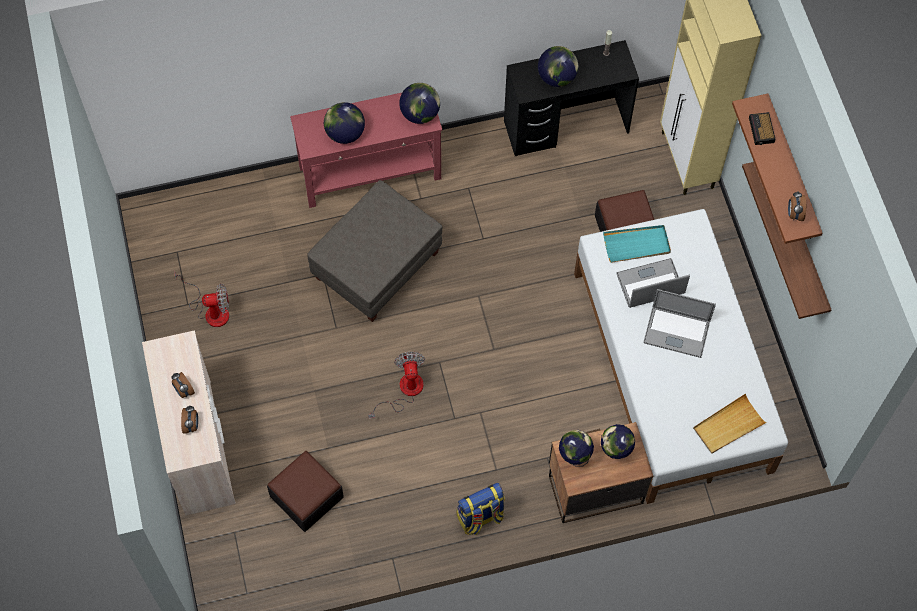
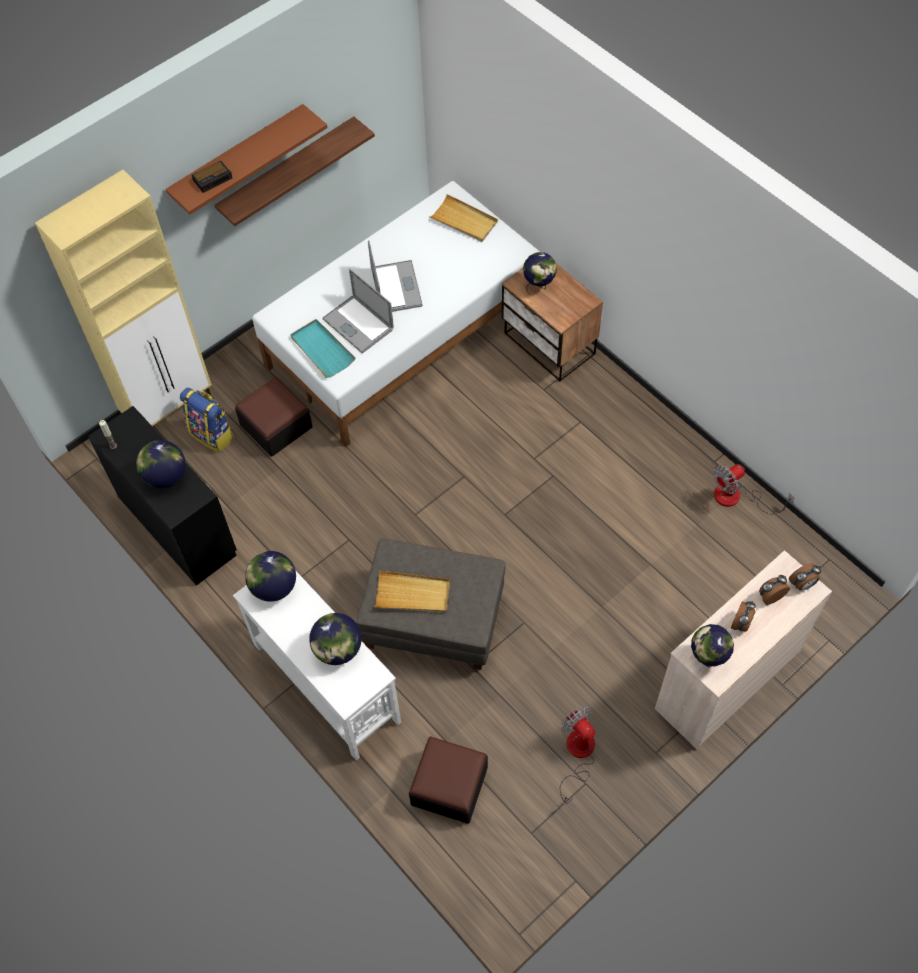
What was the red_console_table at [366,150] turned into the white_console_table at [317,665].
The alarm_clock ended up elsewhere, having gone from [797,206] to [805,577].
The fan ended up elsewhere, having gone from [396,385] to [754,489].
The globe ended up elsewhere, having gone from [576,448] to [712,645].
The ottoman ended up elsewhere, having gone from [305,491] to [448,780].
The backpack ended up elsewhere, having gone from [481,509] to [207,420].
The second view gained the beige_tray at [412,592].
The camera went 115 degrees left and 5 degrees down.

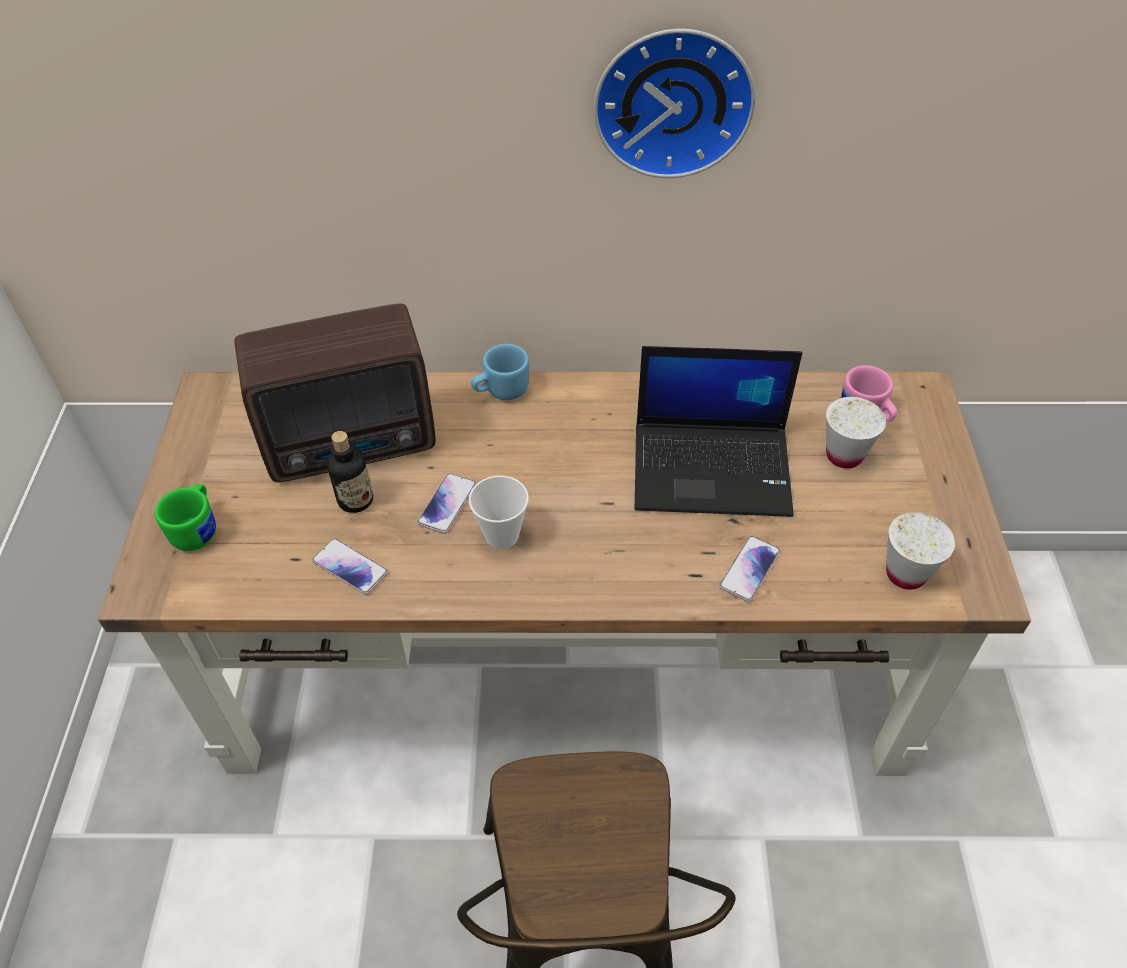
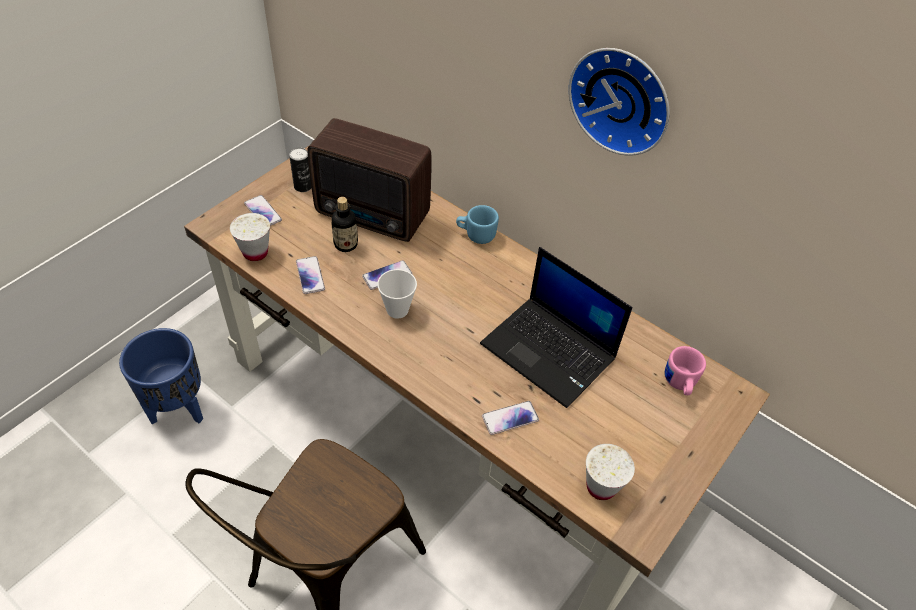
The white_cup ended up elsewhere, having gone from [856,432] to [250,237].
Where the green_mug stood at [185,517], the phone came to stand at [263,210].
The second view gained the can at [300,169].
The second view gained the blue_planter at [161,376].
The camera went 35 degrees right and 0 degrees up.

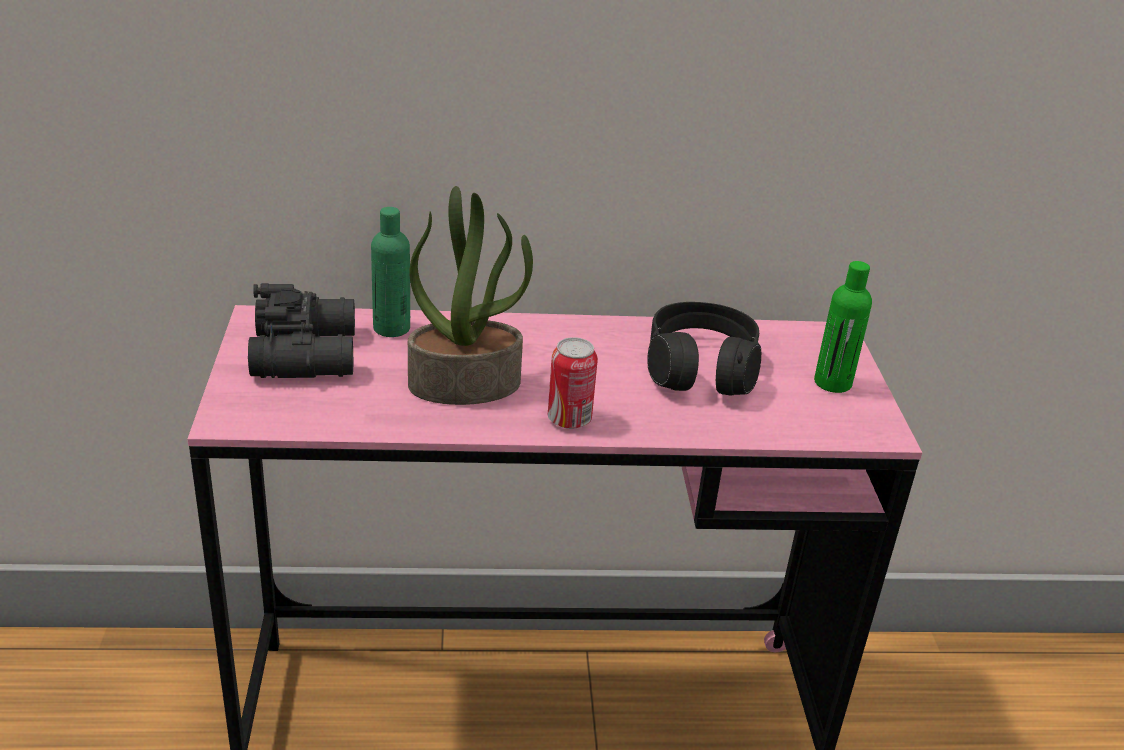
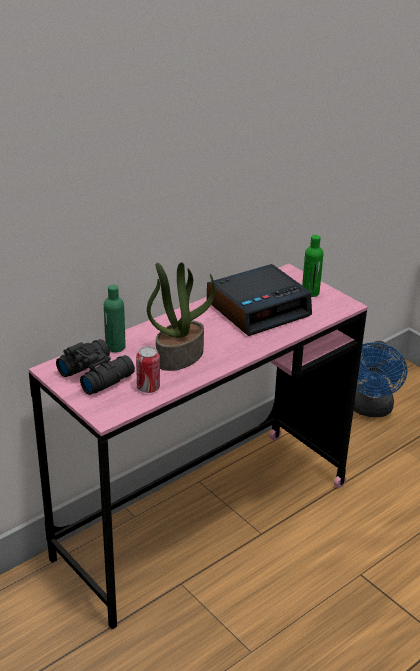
Where the black_headphones stood at [704,348], the alarm_clock came to stand at [259,300].
The can ended up elsewhere, having gone from [573,383] to [148,369].
The second view gained the blue_fan at [380,379].
The camera went 35 degrees left and 0 degrees up.

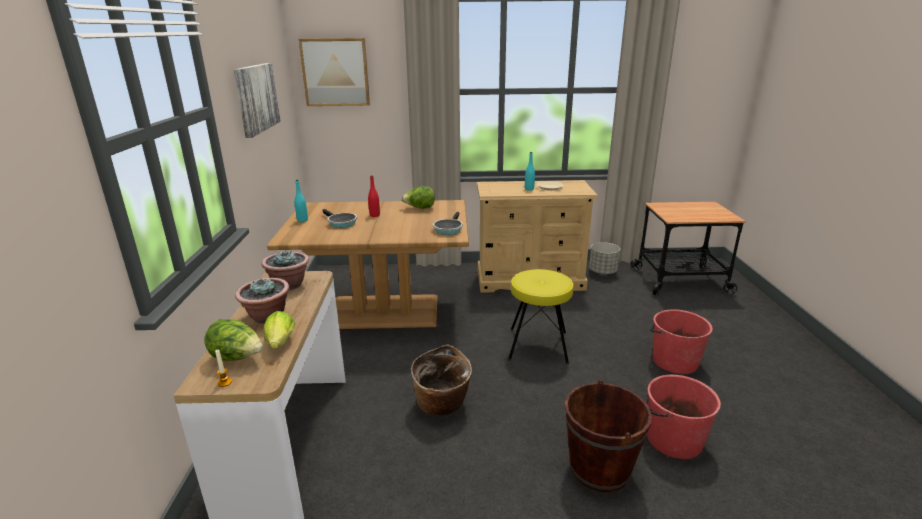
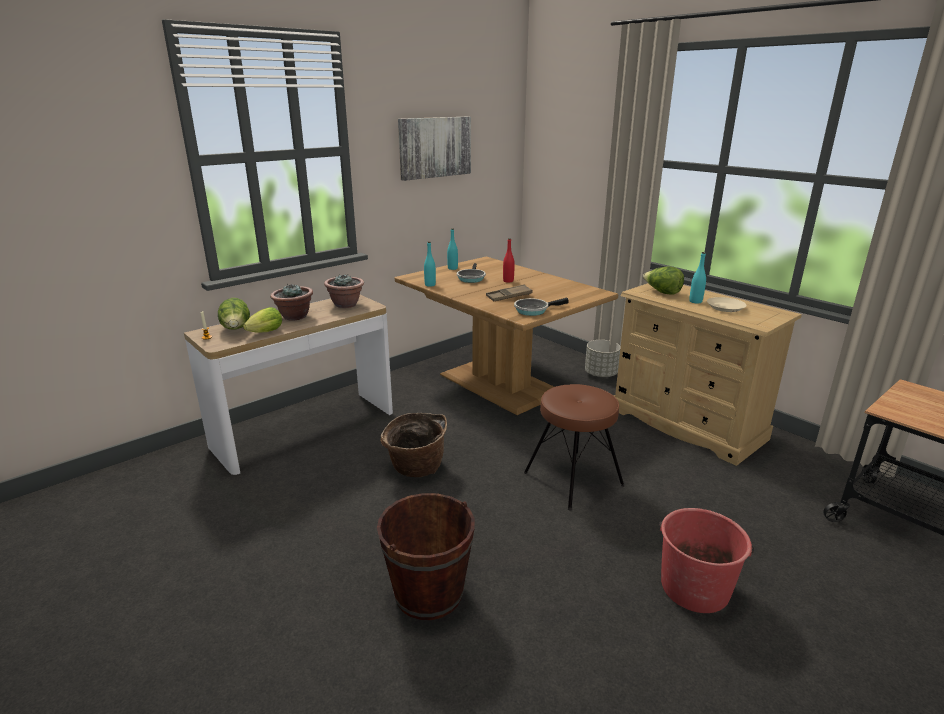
The second view lost the picture at [334,72].
The lettuce ended up elsewhere, having gone from [418,197] to [663,281].
The grey_planter ended up elsewhere, having gone from [604,258] to [603,359].
What was the yellow_stool at [540,317] turned into the brown_stool at [574,447].
The second view lost the red_bucket at [682,417].
The second view gained the turquoise_bottle at [430,264].
The second view gained the brown_tray at [509,292].
The camera went 50 degrees right and 0 degrees up.

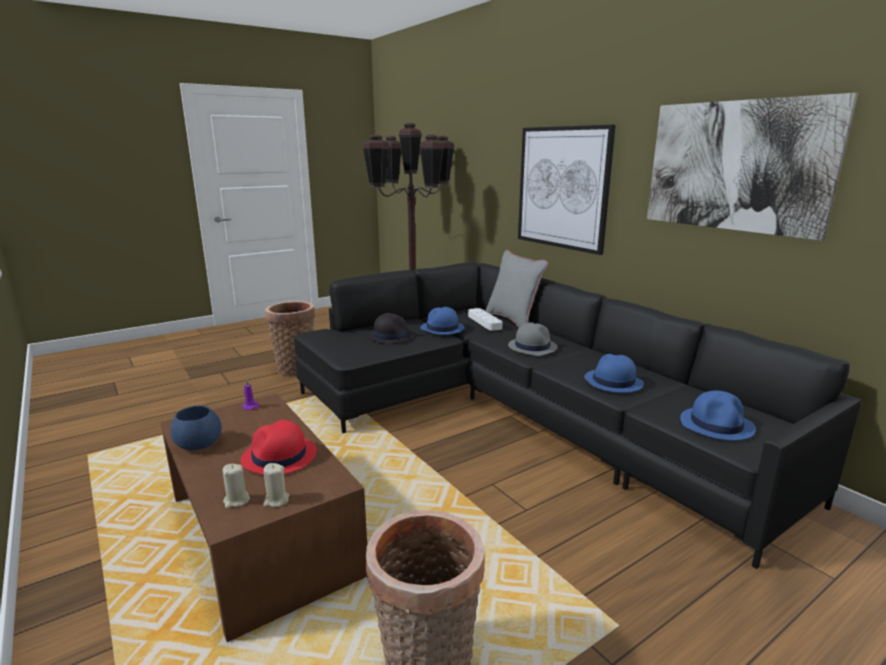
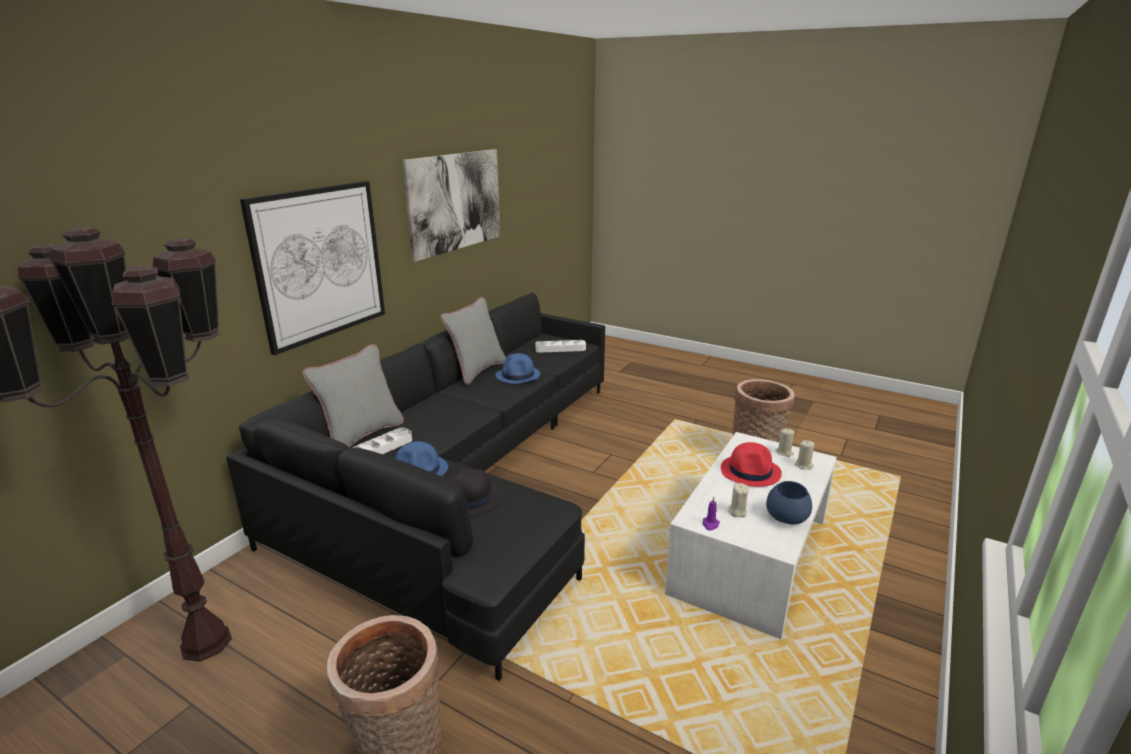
The second view lost the grey_hat at [533,339].
Where the blue_hat stood at [718,415], the white_tray came to stand at [561,346].
What was the brown_coffee_table at [264,518] turned into the white_coffee_table at [751,535].
The second view gained the grey_pillow at [473,341].
The second view gained the beige_candle at [738,500].
The camera went 115 degrees left and 5 degrees up.

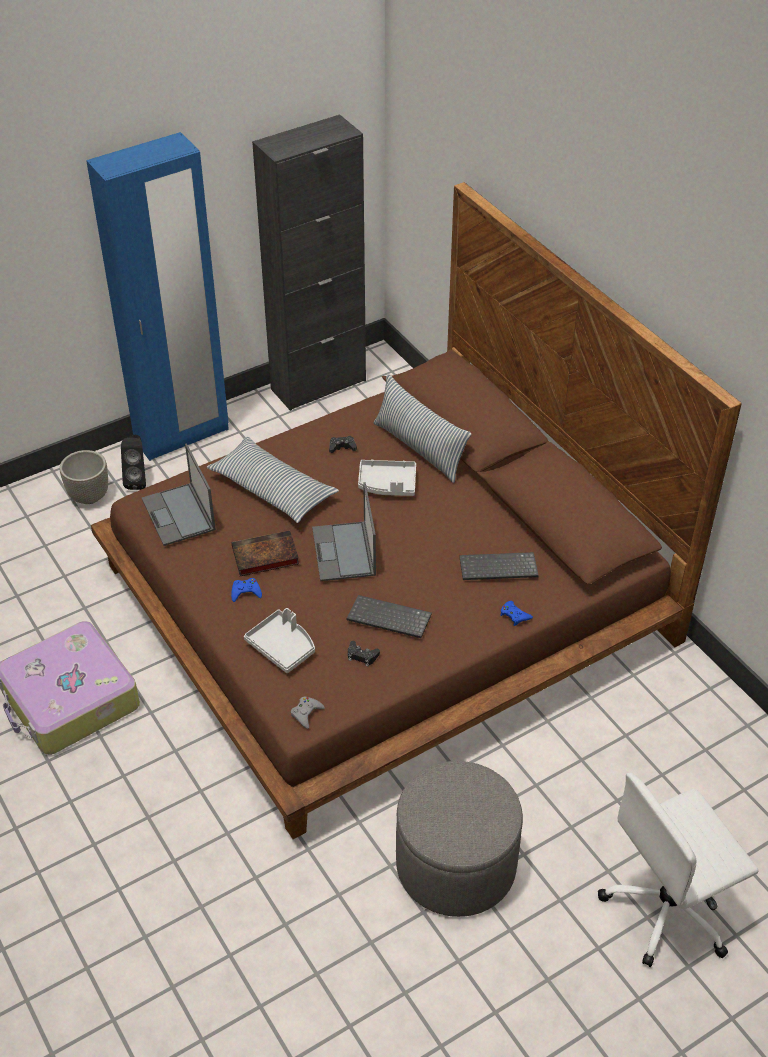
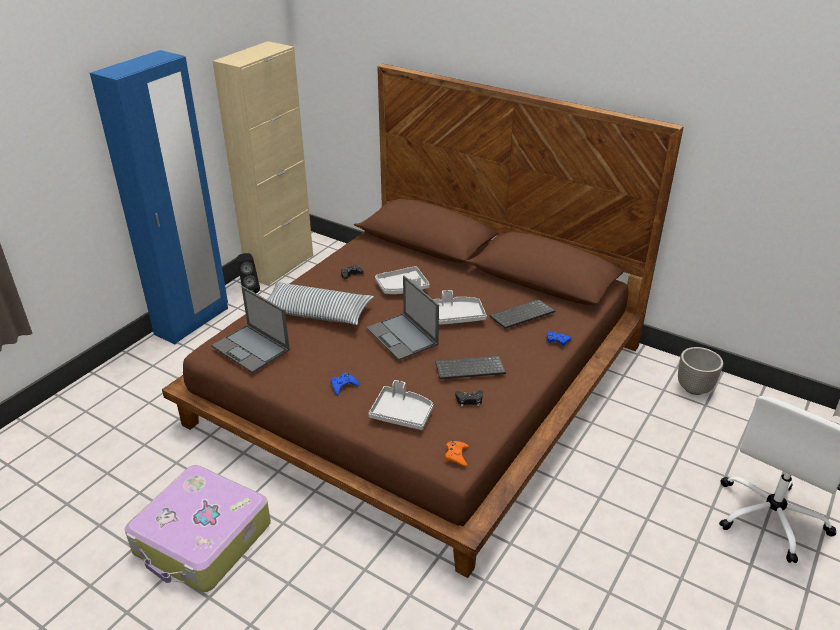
What was the black_cabinet at [309,262] turned into the beige_cabinet at [263,163].
The second view lost the pillow at [422,428].
The black_speaker ended up elsewhere, having gone from [133,462] to [248,273].
The planter ended up elsewhere, having gone from [84,477] to [700,371].
The second view lost the book at [265,553].
What was the grey_game_controller at [308,713] turned into the orange_game_controller at [457,453].
The second view lost the grey_ottoman at [459,839].
The second view gained the grey_tray at [460,307].
The camera went 25 degrees left and 10 degrees down.

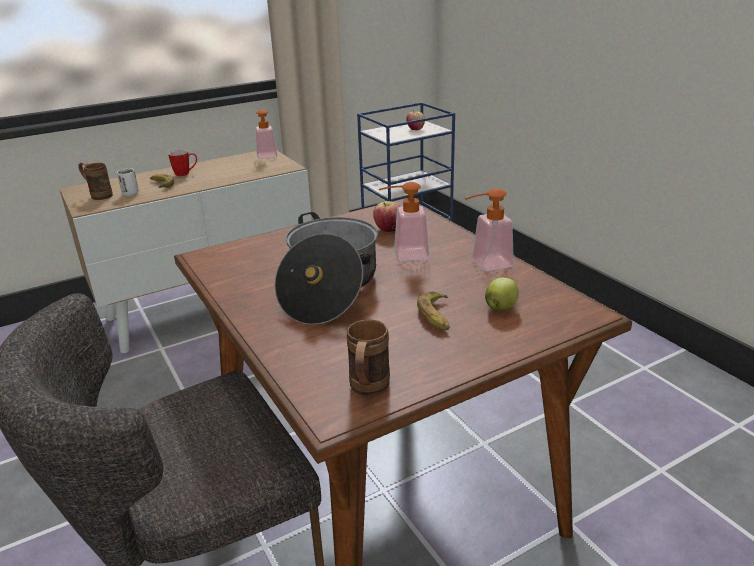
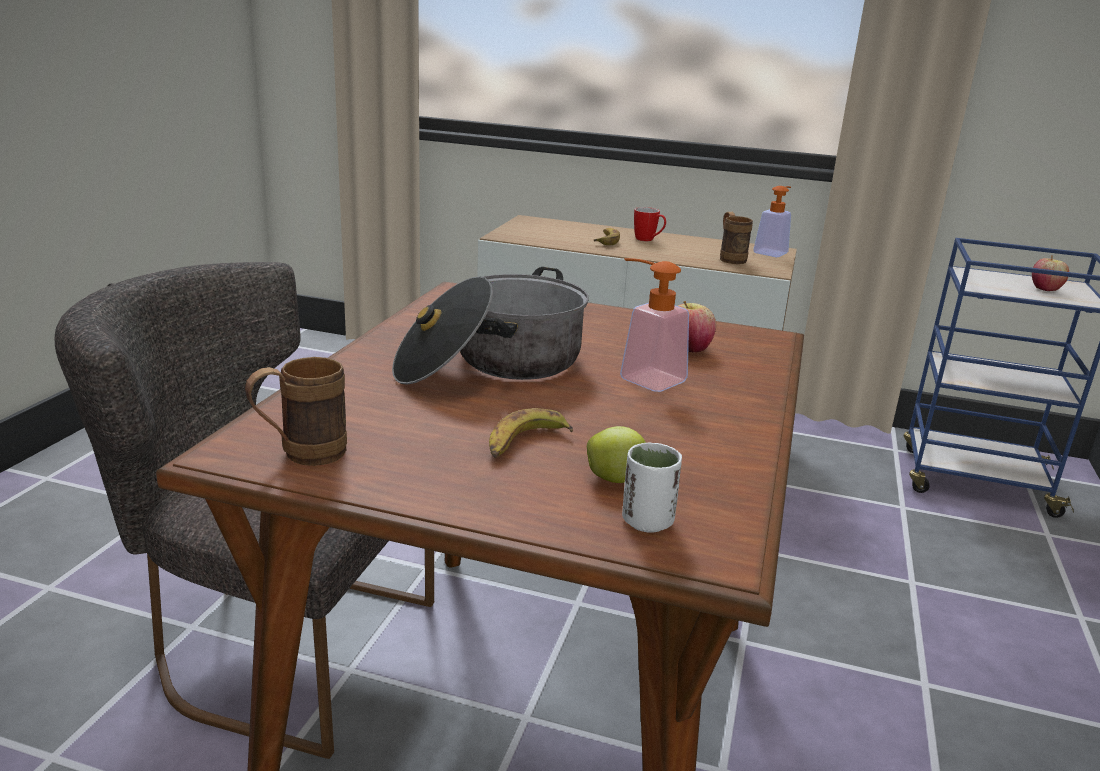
The brown_mug ended up elsewhere, having gone from [95,180] to [736,238].
The white_cup ended up elsewhere, having gone from [128,182] to [652,488].
The second view lost the soap_dispenser at [489,229].
The camera went 45 degrees right and 5 degrees down.

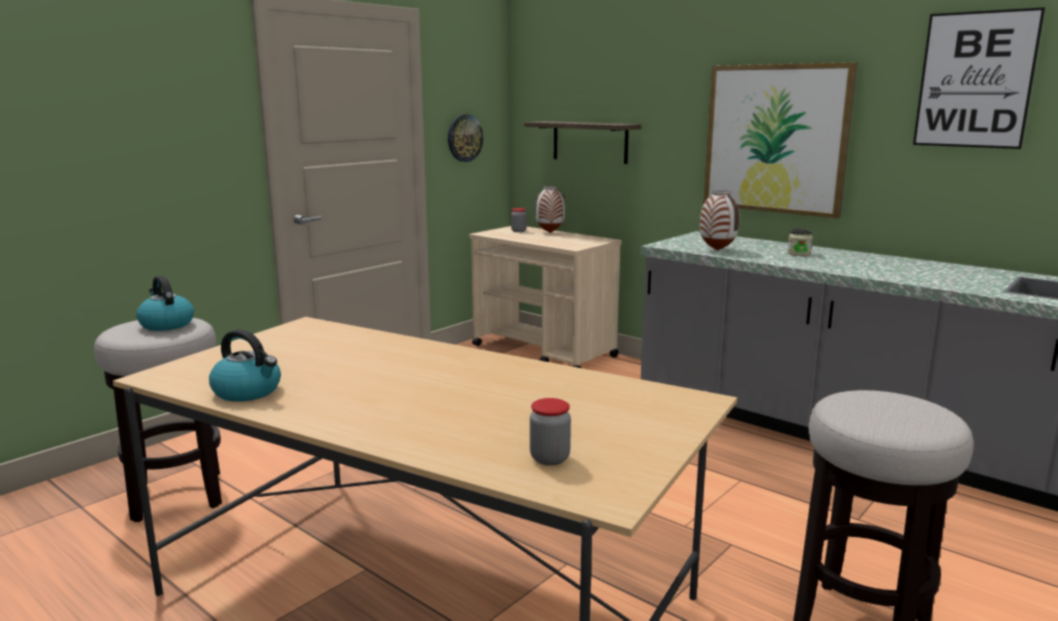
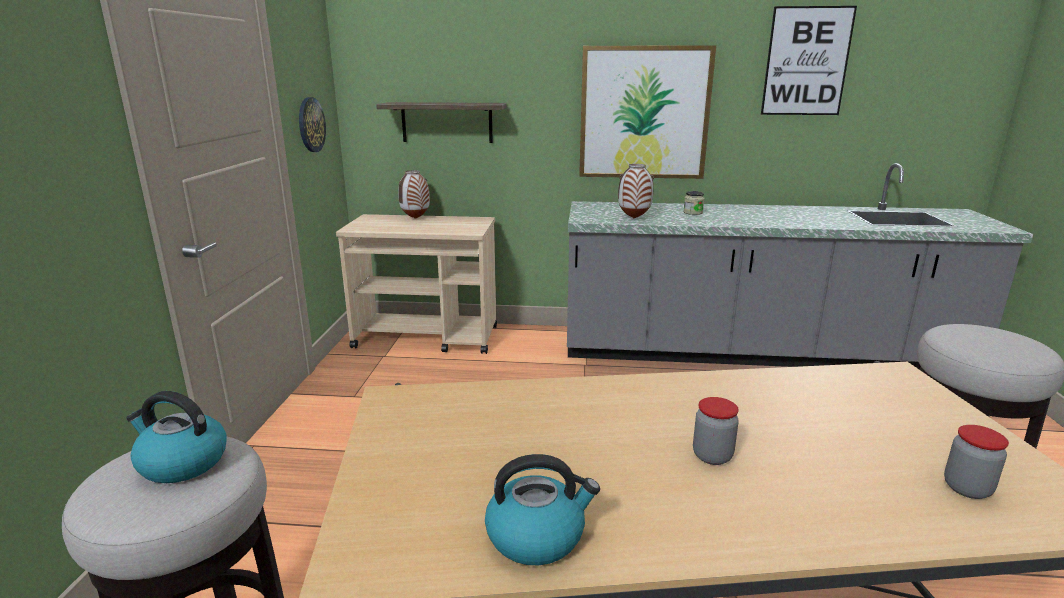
The jar ended up elsewhere, having gone from [519,220] to [716,431].
The camera went 35 degrees left and 5 degrees up.

